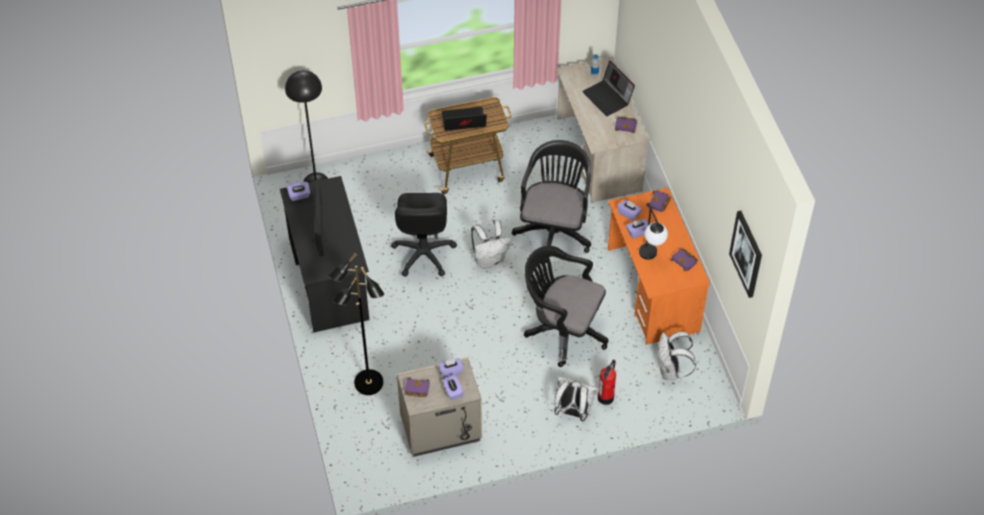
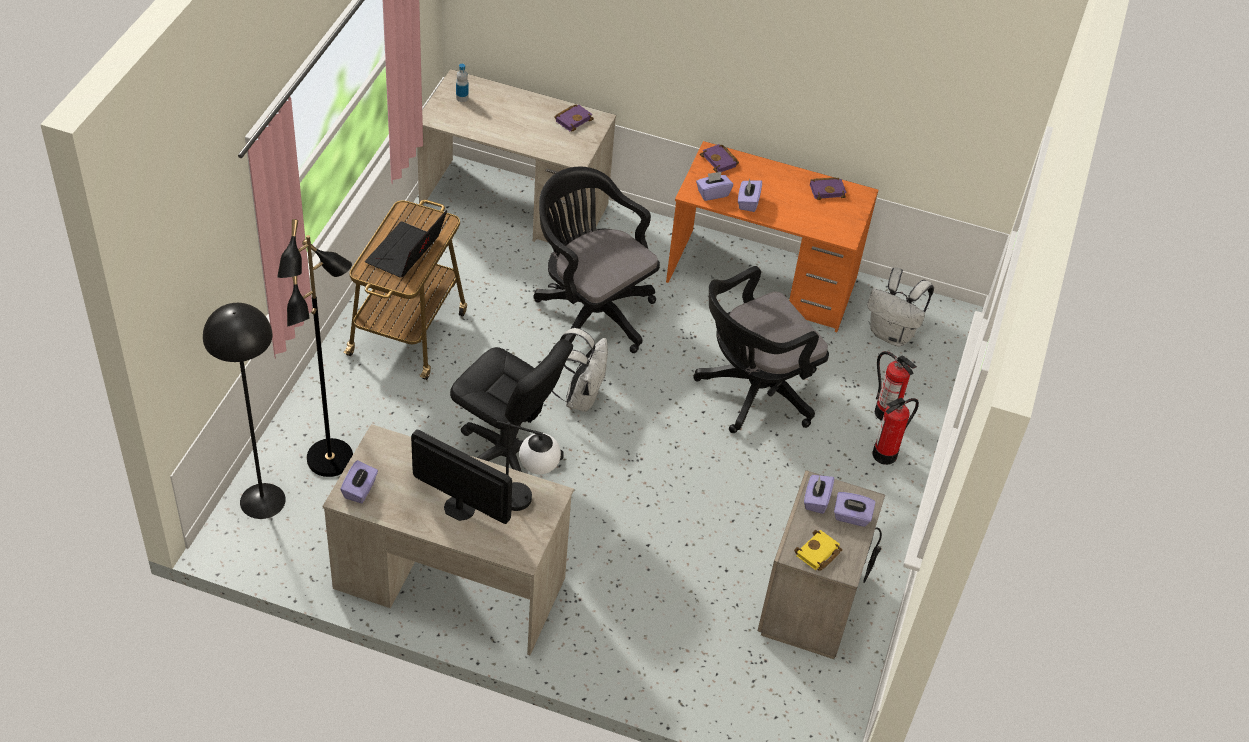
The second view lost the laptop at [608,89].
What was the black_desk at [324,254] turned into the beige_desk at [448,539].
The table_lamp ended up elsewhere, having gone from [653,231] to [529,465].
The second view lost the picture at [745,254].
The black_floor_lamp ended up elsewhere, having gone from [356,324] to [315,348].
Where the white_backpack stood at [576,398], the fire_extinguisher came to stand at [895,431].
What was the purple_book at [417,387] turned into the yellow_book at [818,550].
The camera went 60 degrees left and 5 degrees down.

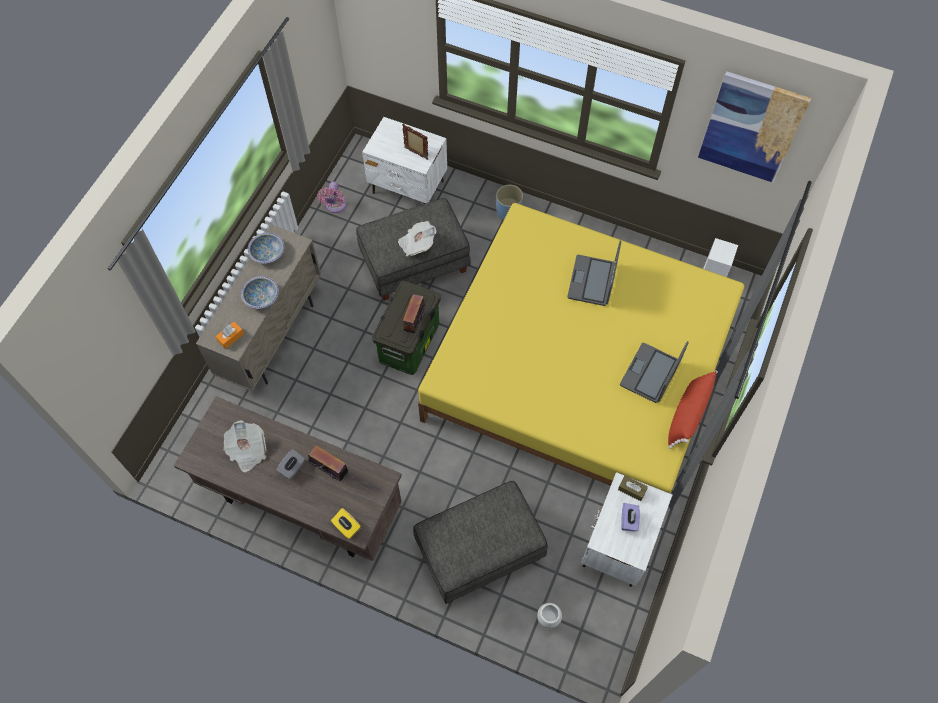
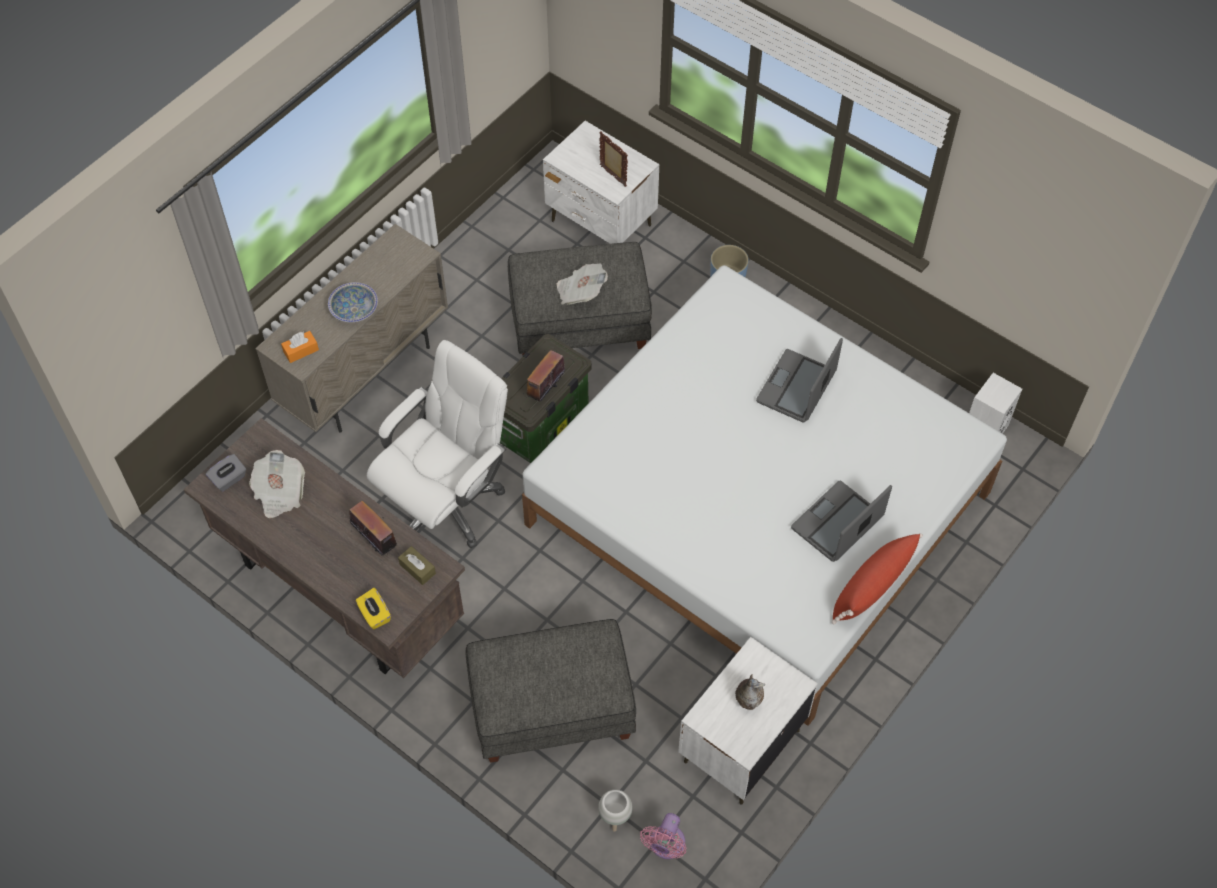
The second view lost the picture at [754,127].
The pink_fan ended up elsewhere, having gone from [331,197] to [663,836].
What was the yellow_bed at [581,348] turned into the white_bed at [764,496].
The second view lost the bowl at [266,248].
The grey_tissue_box ended up elsewhere, having gone from [290,464] to [226,473].
The brown_tissue_box ended up elsewhere, having gone from [633,488] to [417,565].
Where the purple_tissue_box stood at [630,517], the vase came to stand at [750,692].
The second view gained the white_office_chair at [437,444].
The camera went 15 degrees right and 5 degrees down.

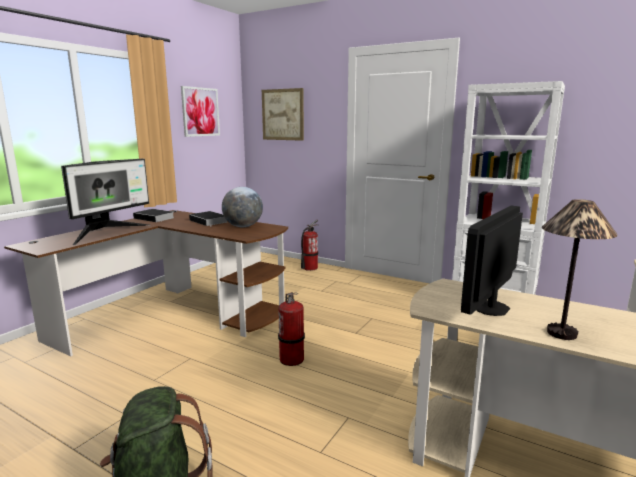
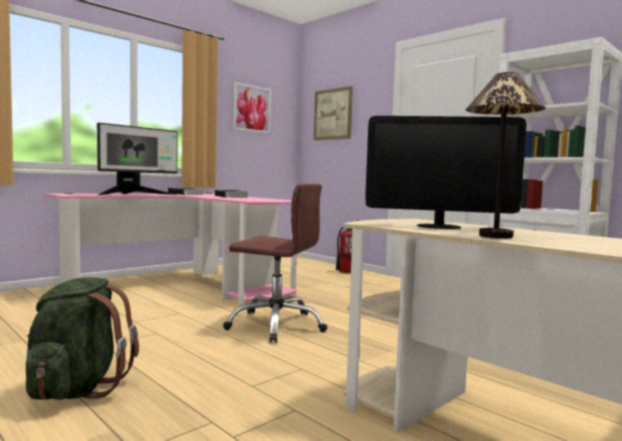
The second view lost the globe at [242,207].
The monitor at [492,261] ended up facing another way, 135 degrees counterclockwise from before.
What was the brown_desk at [146,283] turned into the pink_desk at [171,249].
Where the fire_extinguisher stood at [291,329], the brown_office_chair came to stand at [275,263].
The camera went 15 degrees right and 10 degrees down.

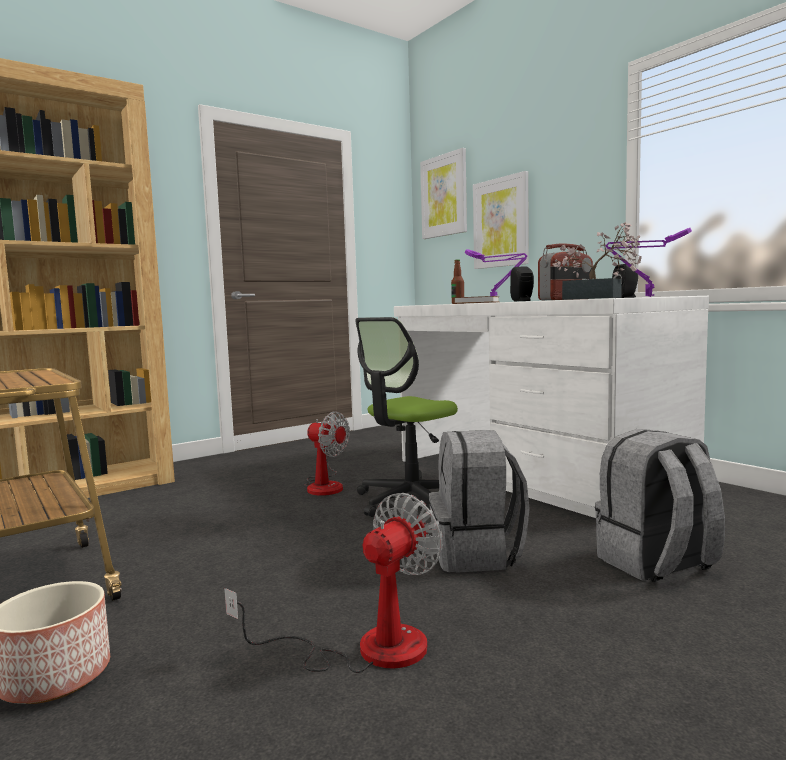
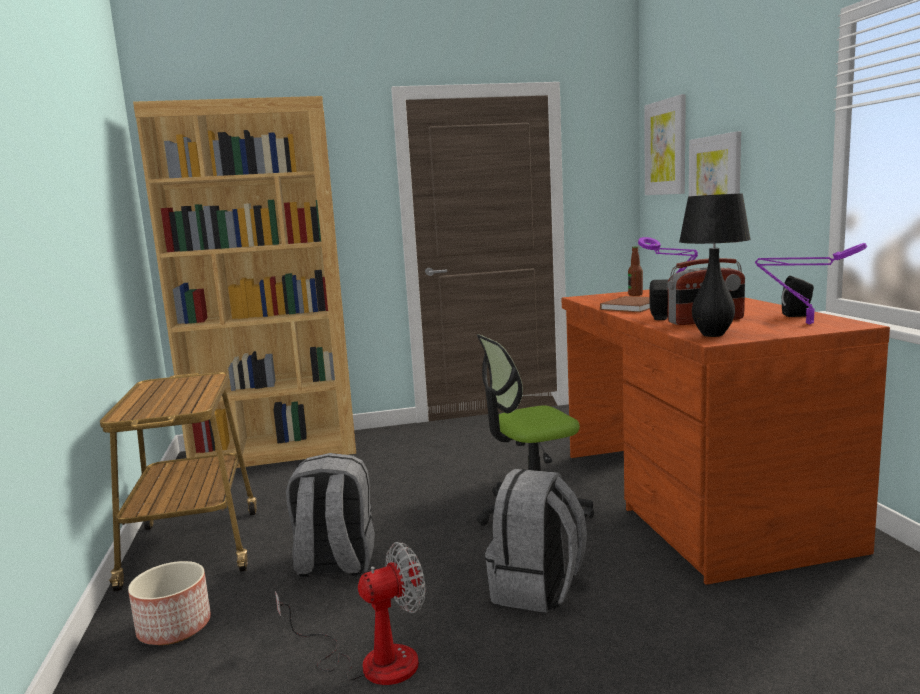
Where the potted_plant stood at [597,261], the black_table_lamp came to stand at [715,265].
What was the white_desk at [551,407] turned into the brown_desk at [725,437].
The second view lost the fan at [327,453].
The grey_backpack ended up elsewhere, having gone from [660,505] to [330,515].
The camera went 25 degrees right and 5 degrees up.

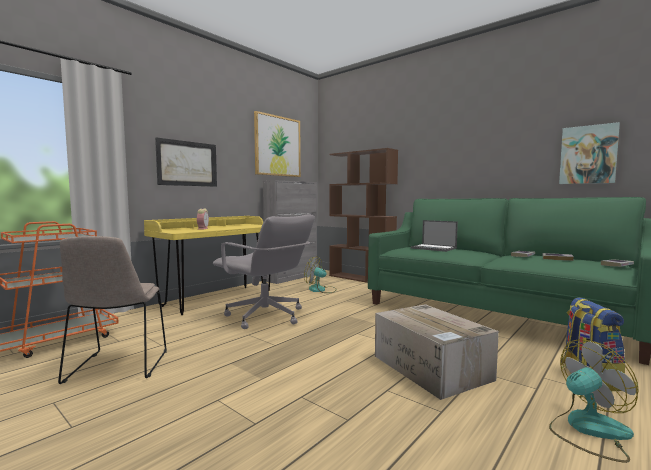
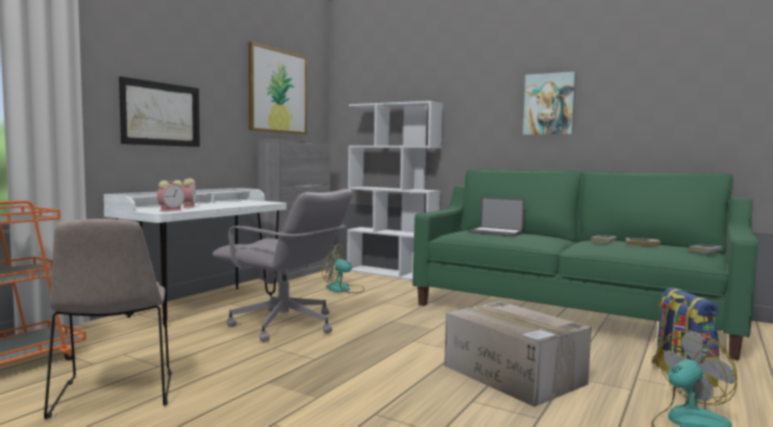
The picture ended up elsewhere, having gone from [589,153] to [549,103].
What was the brown_bookcase at [363,215] turned into the white_bookcase at [395,190].
What was the yellow_desk at [207,265] turned into the white_desk at [195,257].
The second view gained the alarm_clock at [171,196].
The camera went 10 degrees left and 0 degrees up.

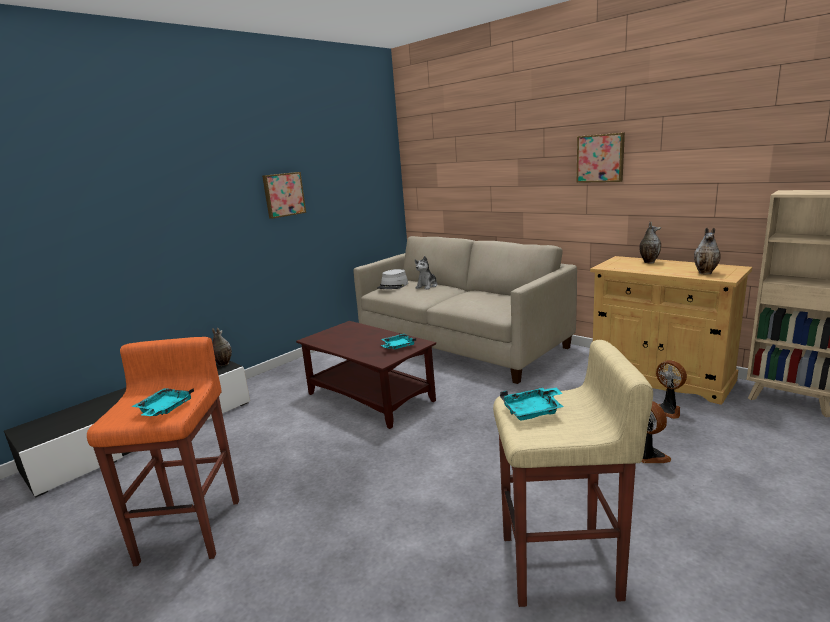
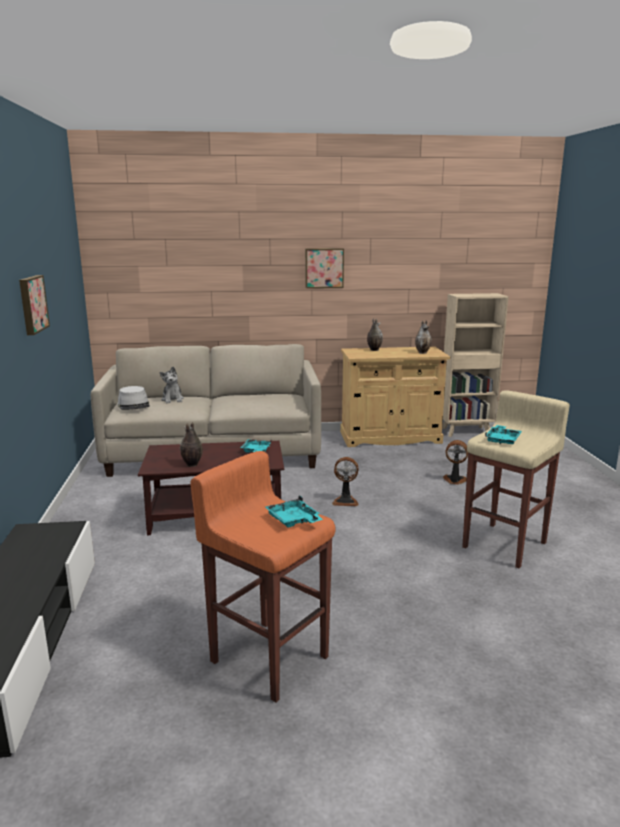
The vase ended up elsewhere, having gone from [222,347] to [191,444].
The fan ended up elsewhere, having gone from [671,389] to [345,481].
The camera went 50 degrees left and 0 degrees up.

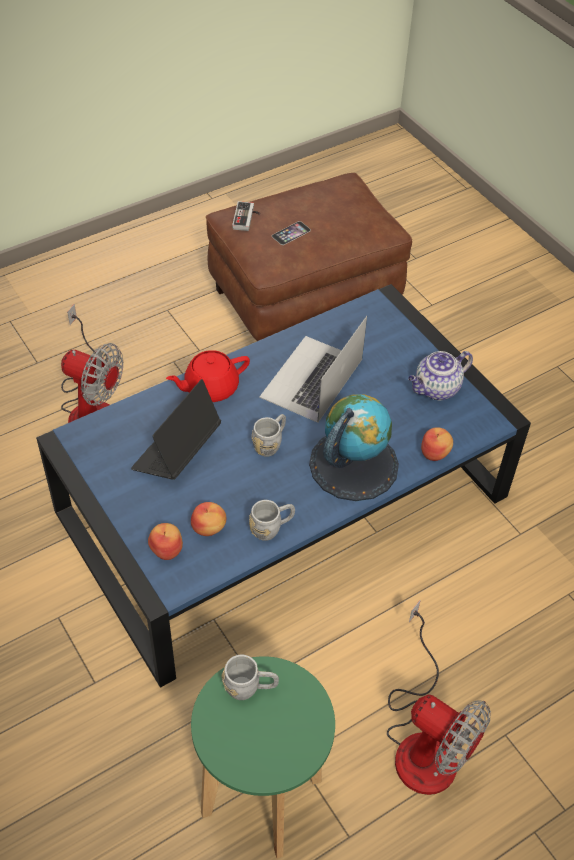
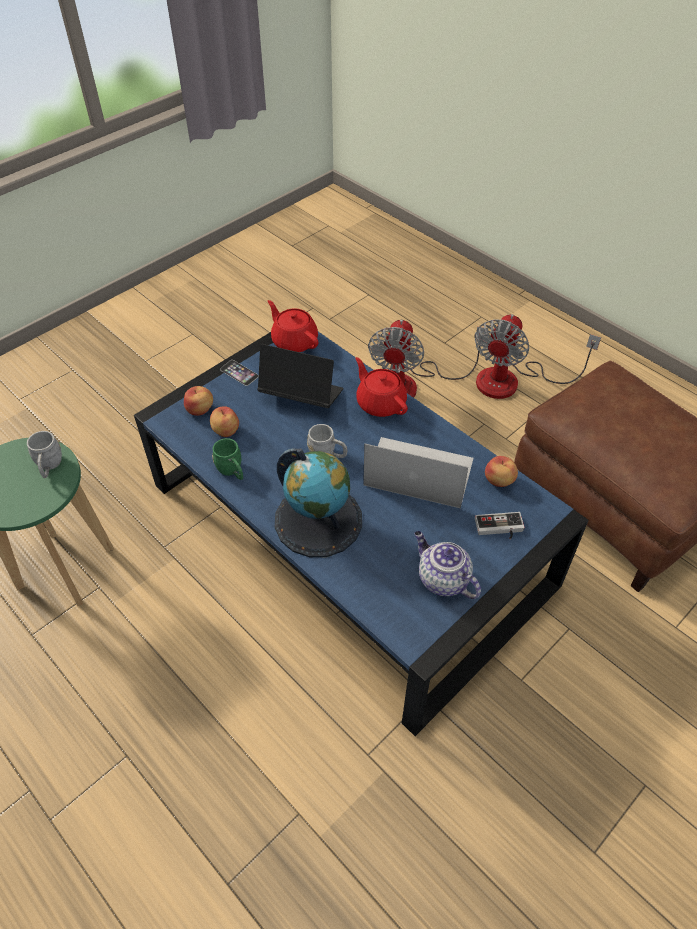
The game_controller ended up elsewhere, having gone from [246,216] to [500,526].
The phone ended up elsewhere, having gone from [291,233] to [239,373].
The apple ended up elsewhere, having gone from [437,444] to [501,471].
What was the grey_mug at [272,520] turned into the green_mug at [227,459].
The fan ended up elsewhere, having gone from [439,697] to [537,356].
The second view gained the red_teapot at [293,326].
The camera went 80 degrees right and 0 degrees up.

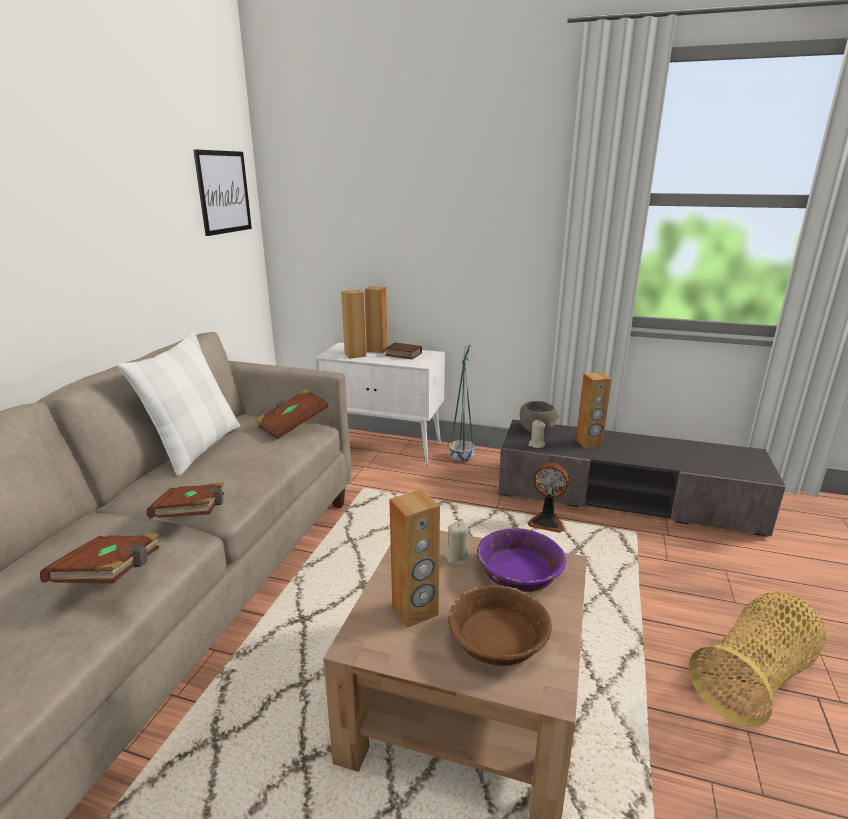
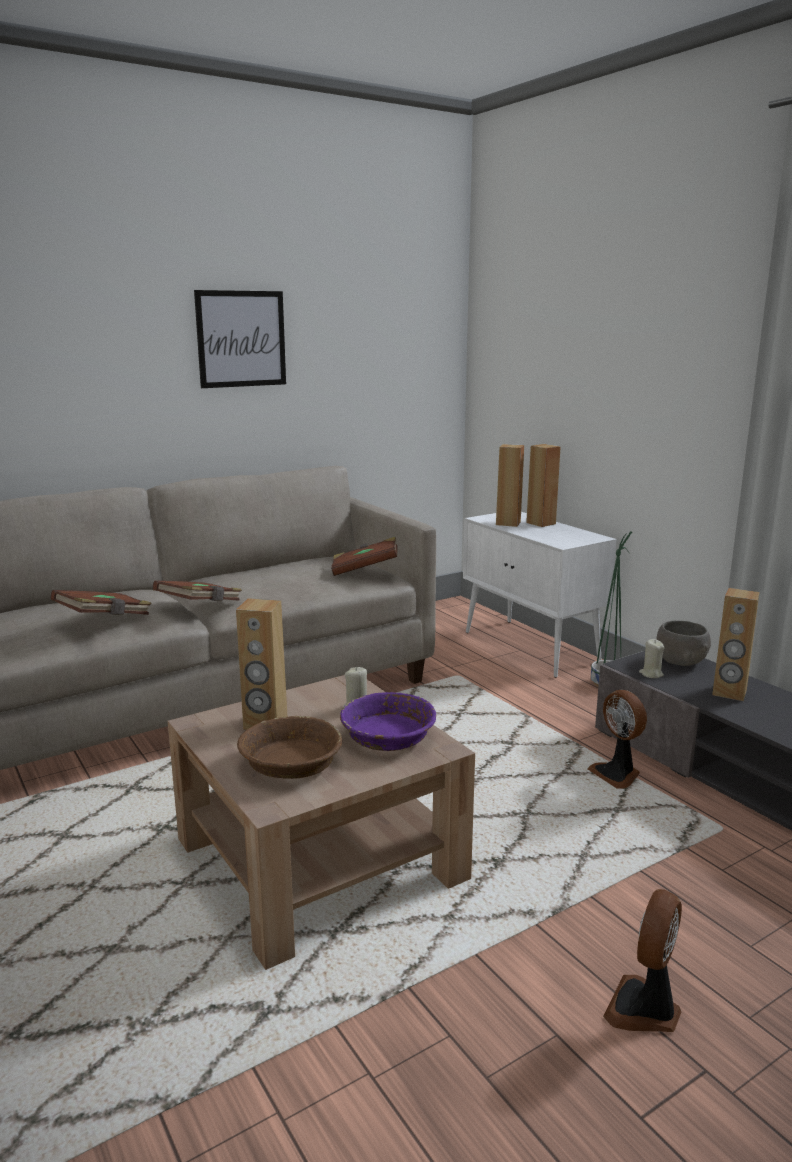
The picture ended up elsewhere, having gone from [222,192] to [240,339].
The second view lost the white_pillow at [179,404].
The second view lost the book at [403,351].
Where the basket stood at [757,659], the fan came to stand at [642,960].
The camera went 40 degrees right and 5 degrees down.

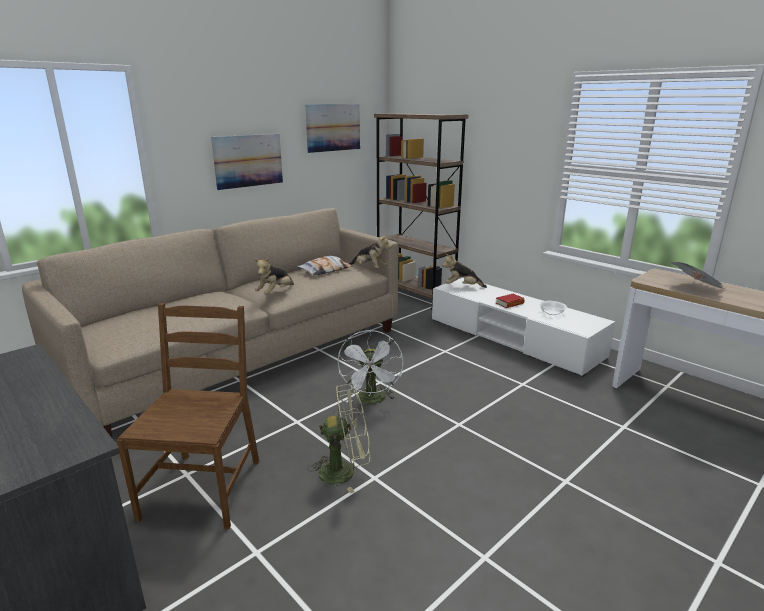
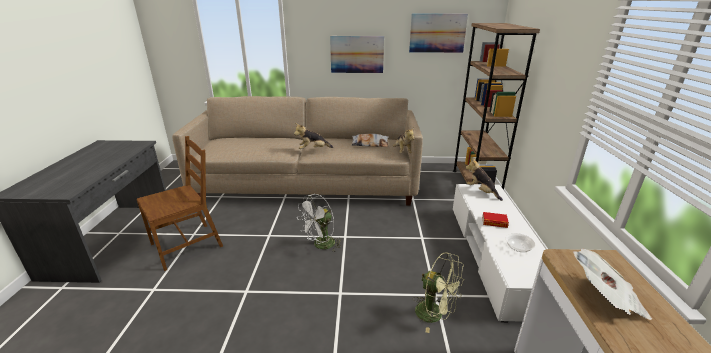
The green_fan ended up elsewhere, having gone from [339,438] to [438,292].
The camera went 45 degrees right and 5 degrees up.

